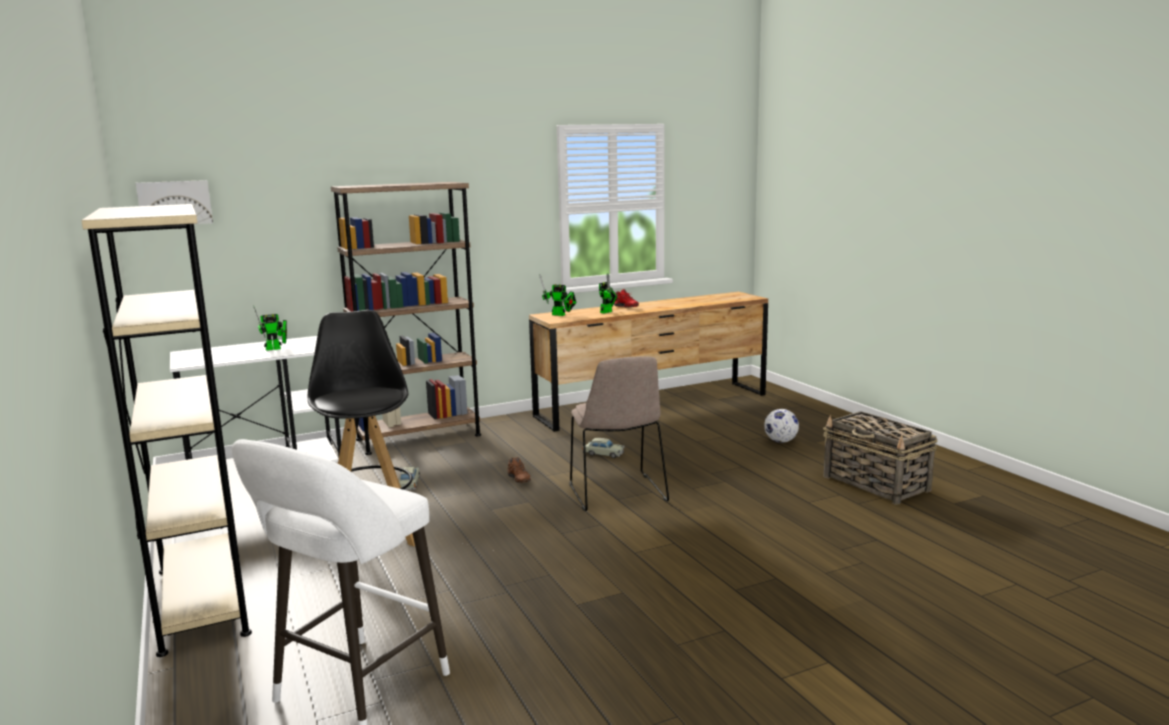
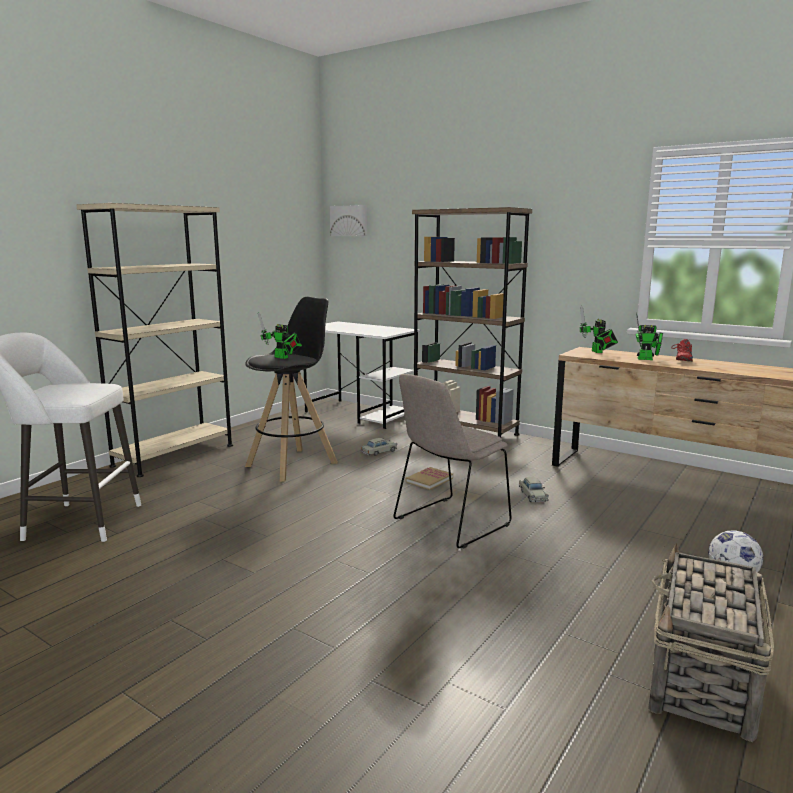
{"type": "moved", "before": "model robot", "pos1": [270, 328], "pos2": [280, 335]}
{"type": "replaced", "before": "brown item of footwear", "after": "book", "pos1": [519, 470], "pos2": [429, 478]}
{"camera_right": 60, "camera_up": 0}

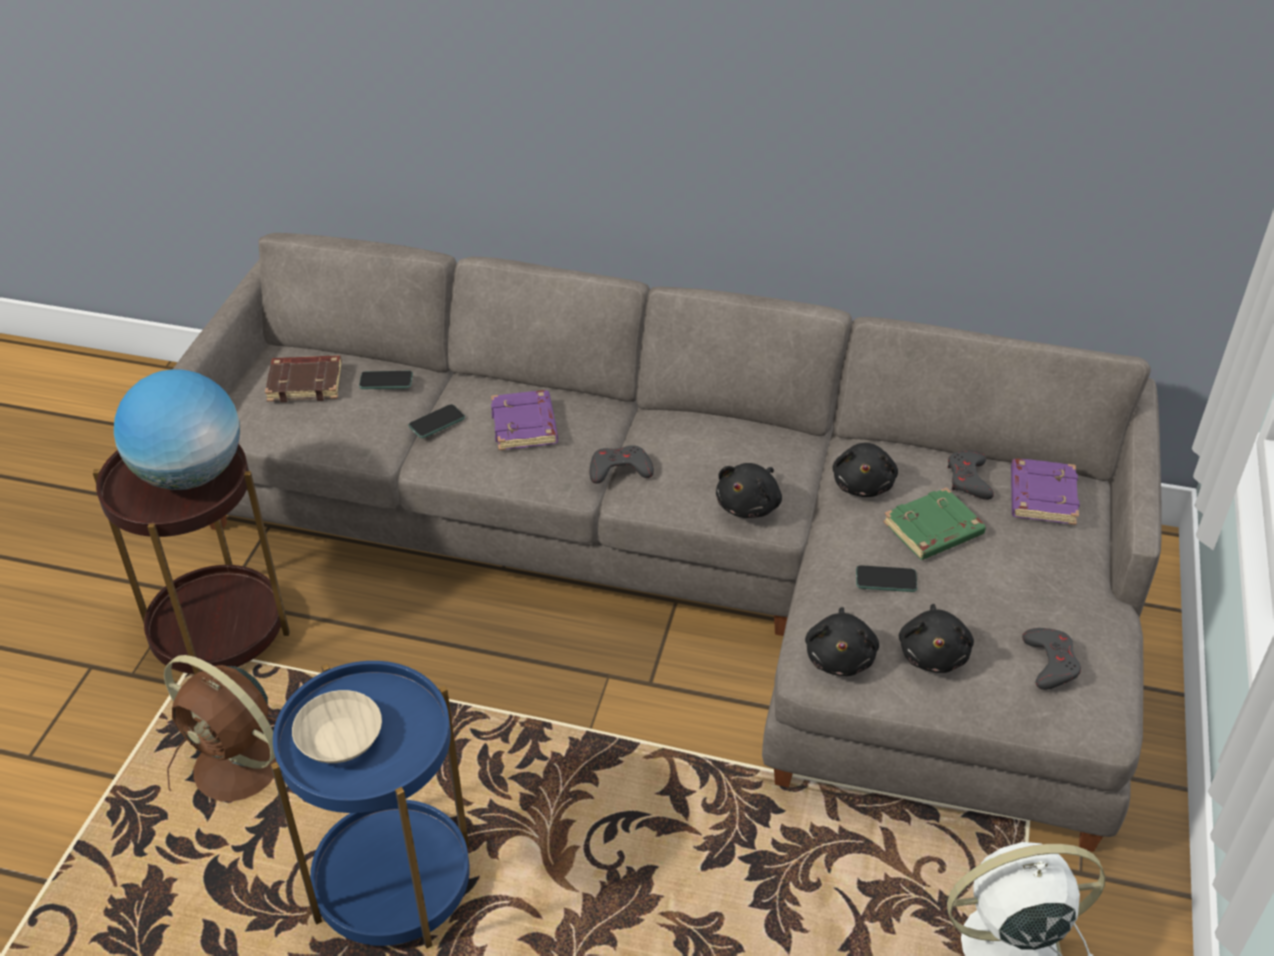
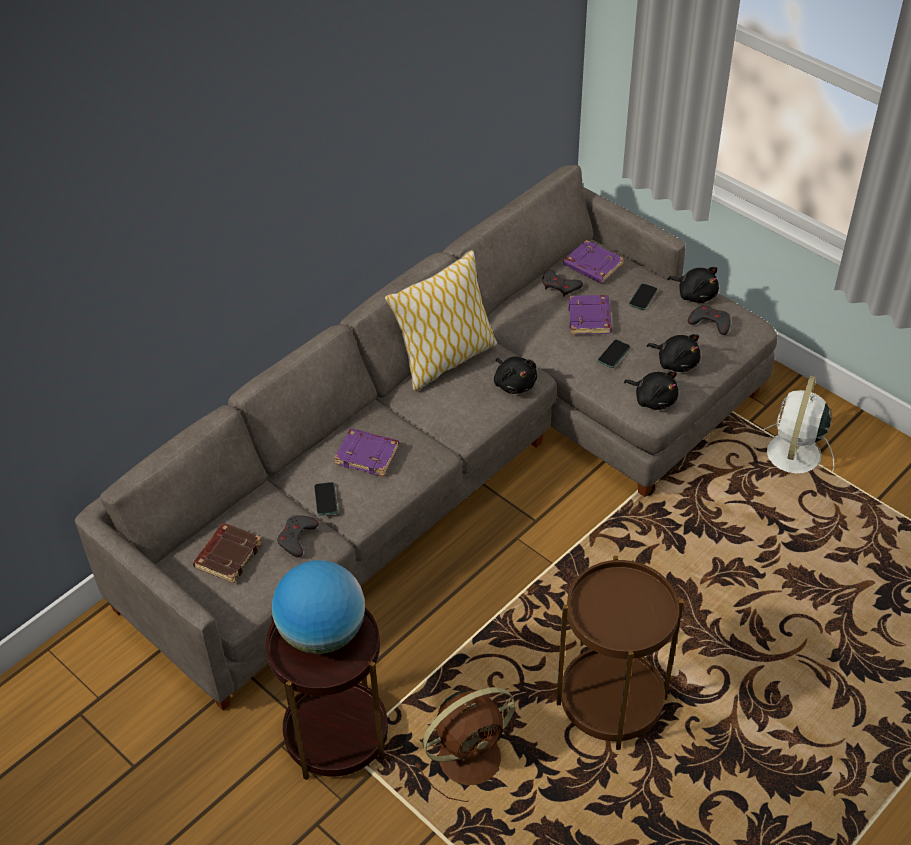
{"type": "recoloured", "before": "blue end table", "after": "brown end table", "pos1": [370, 805], "pos2": [620, 653]}
{"type": "removed", "before": "beige deep dish", "pos1": [337, 726]}
{"type": "moved", "before": "phone", "pos1": [386, 380], "pos2": [643, 296]}
{"type": "moved", "before": "gray joypad", "pos1": [622, 464], "pos2": [298, 536]}
{"type": "moved", "before": "black soft toy", "pos1": [865, 470], "pos2": [693, 285]}
{"type": "recoloured", "before": "greenish book", "after": "purple book", "pos1": [934, 523], "pos2": [590, 314]}
{"type": "added", "after": "cushion", "pos2": [441, 320]}
{"camera_right": -60, "camera_up": 5}

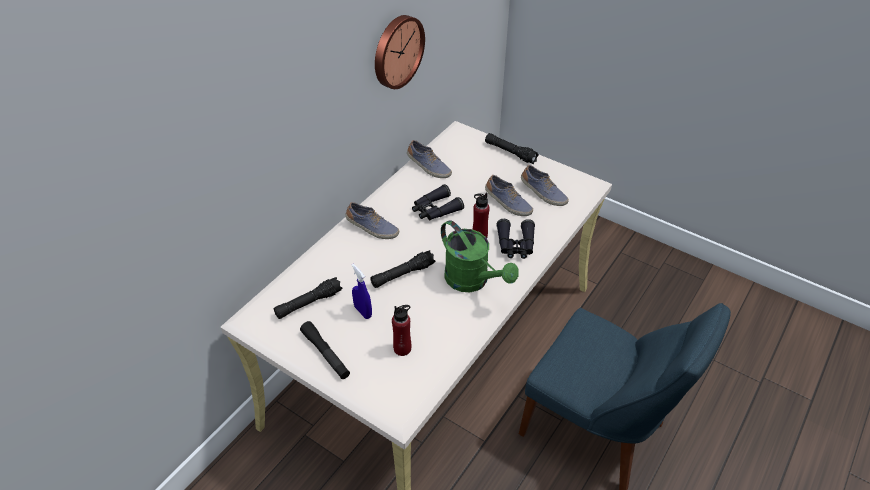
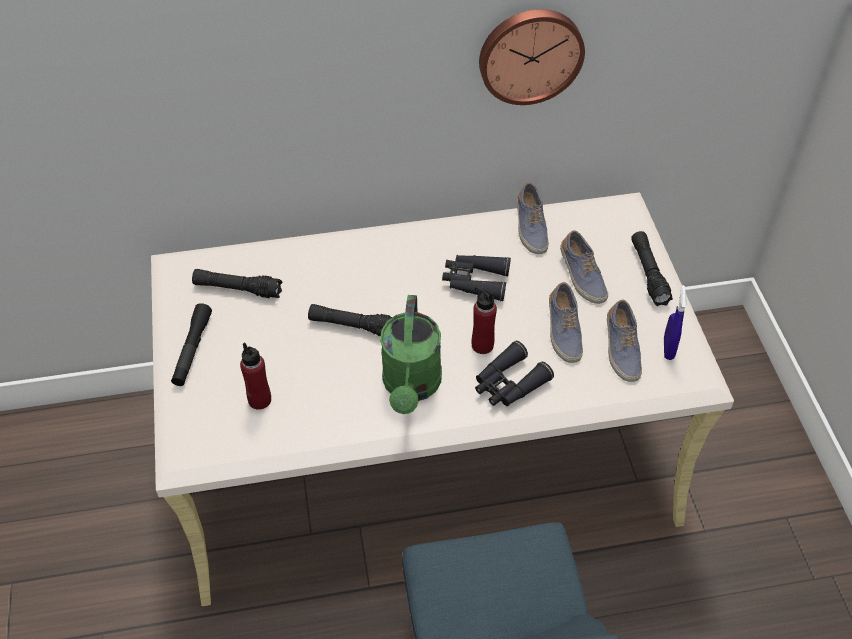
{"type": "moved", "before": "item of footwear", "pos1": [372, 220], "pos2": [584, 267]}
{"type": "moved", "before": "blue sprayer", "pos1": [362, 291], "pos2": [675, 322]}
{"camera_right": 45, "camera_up": 5}

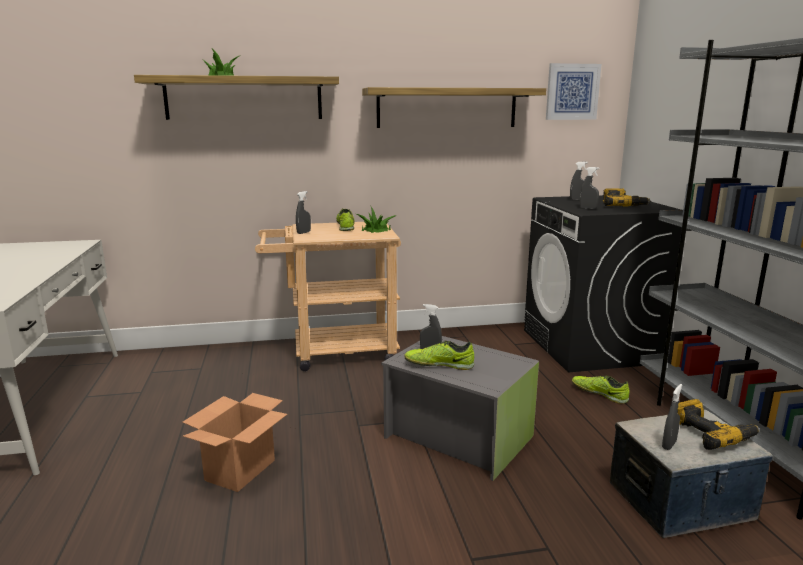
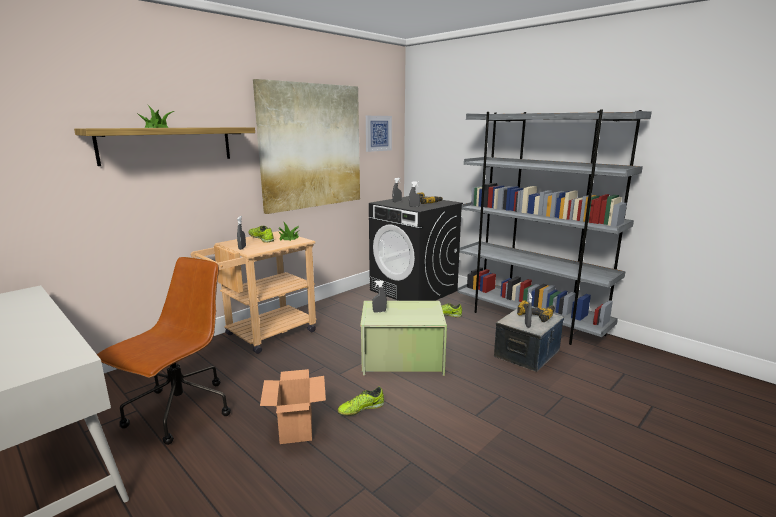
{"type": "replaced", "before": "bracket shelf", "after": "wall art", "pos1": [454, 107], "pos2": [306, 146]}
{"type": "recoloured", "before": "gray storage box", "after": "greenish storage box", "pos1": [460, 408], "pos2": [403, 338]}
{"type": "moved", "before": "item of footwear", "pos1": [439, 355], "pos2": [360, 401]}
{"type": "added", "after": "brown desk chair", "pos2": [164, 351]}
{"camera_right": -35, "camera_up": 0}

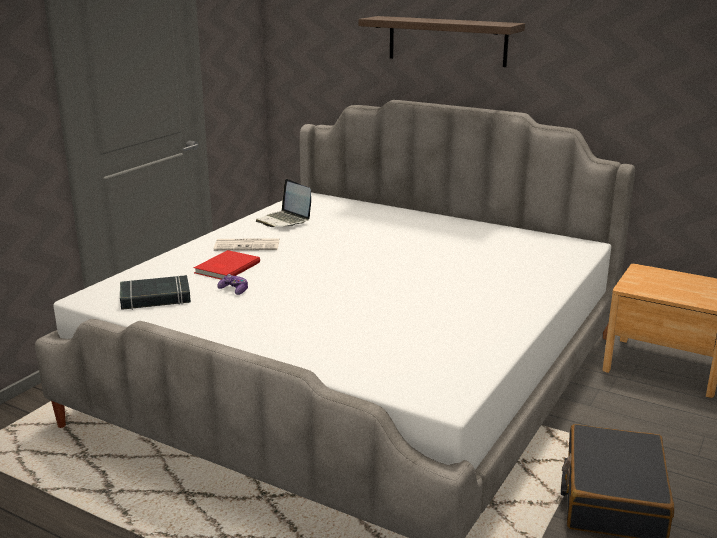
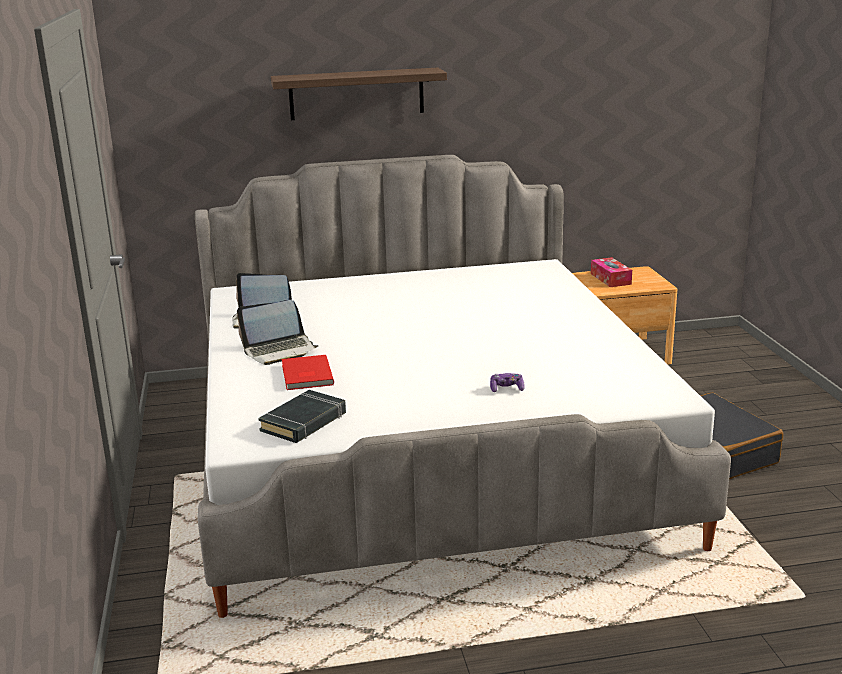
{"type": "replaced", "before": "daily paper", "after": "laptop", "pos1": [247, 244], "pos2": [278, 332]}
{"type": "moved", "before": "joypad", "pos1": [232, 284], "pos2": [507, 382]}
{"type": "added", "after": "box of tissues", "pos2": [611, 272]}
{"camera_right": -40, "camera_up": 0}

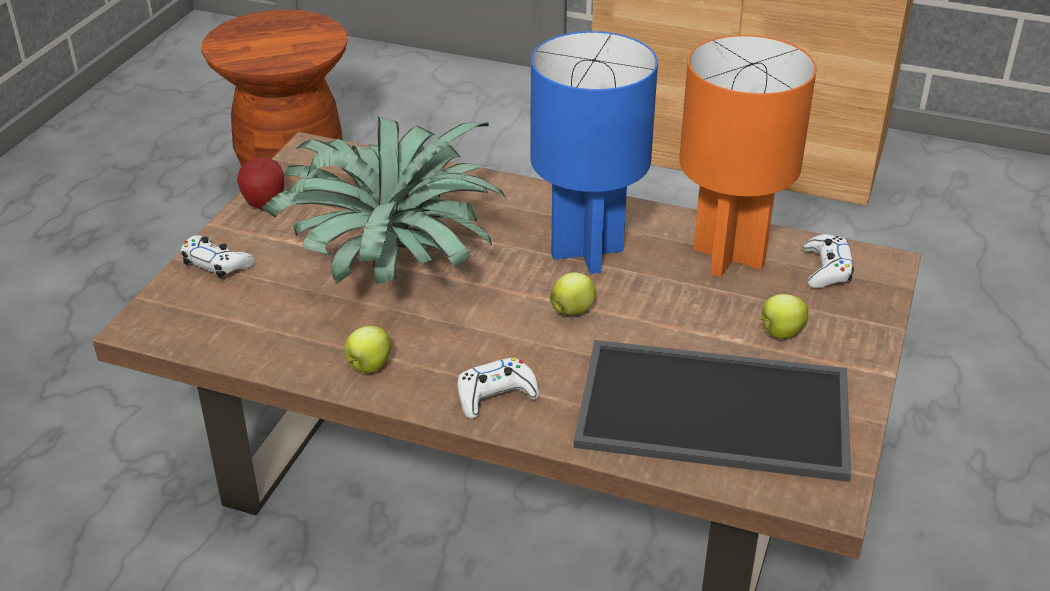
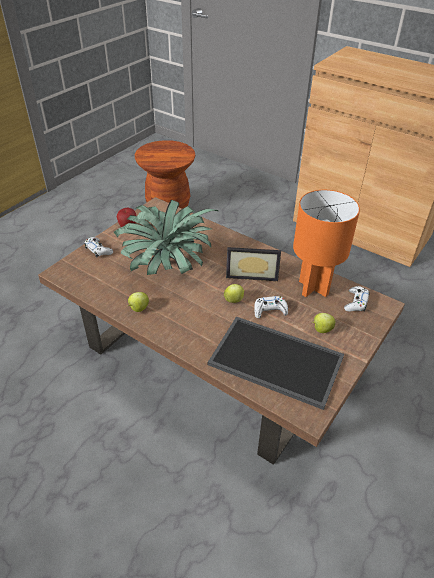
{"type": "moved", "before": "white-coloured joypad", "pos1": [498, 388], "pos2": [271, 307]}
{"type": "replaced", "before": "blue lamp for a table", "after": "standing frame", "pos1": [594, 152], "pos2": [253, 264]}
{"camera_right": 15, "camera_up": 5}

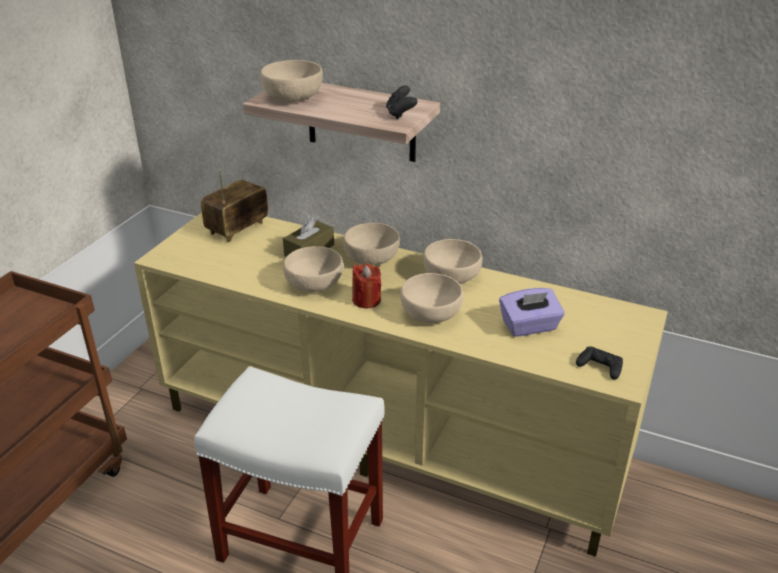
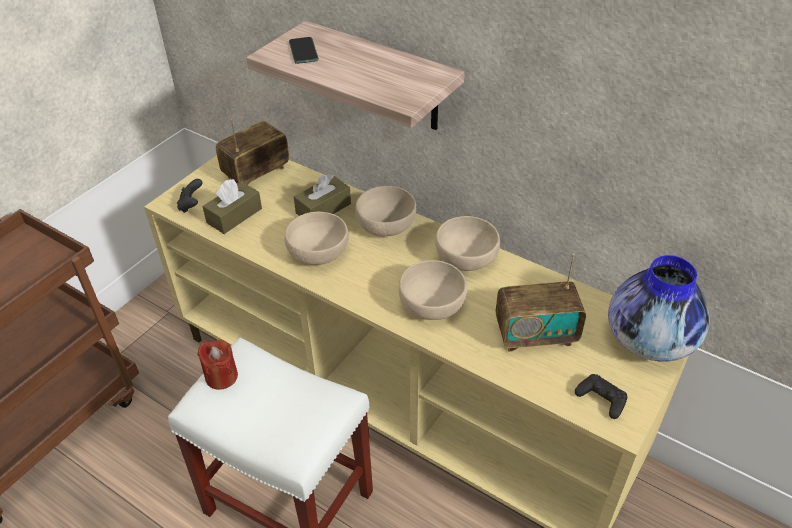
{"type": "replaced", "before": "beige deep dish", "after": "phone", "pos1": [291, 81], "pos2": [304, 50]}
{"type": "moved", "before": "reddish wax light", "pos1": [366, 285], "pos2": [218, 365]}
{"type": "moved", "before": "black joypad", "pos1": [402, 102], "pos2": [190, 196]}
{"type": "replaced", "before": "purple box of tissues", "after": "radio receiver", "pos1": [532, 312], "pos2": [541, 302]}
{"type": "added", "after": "brown box of tissues", "pos2": [232, 206]}
{"type": "added", "after": "flower vase", "pos2": [659, 308]}
{"camera_right": 10, "camera_up": 10}

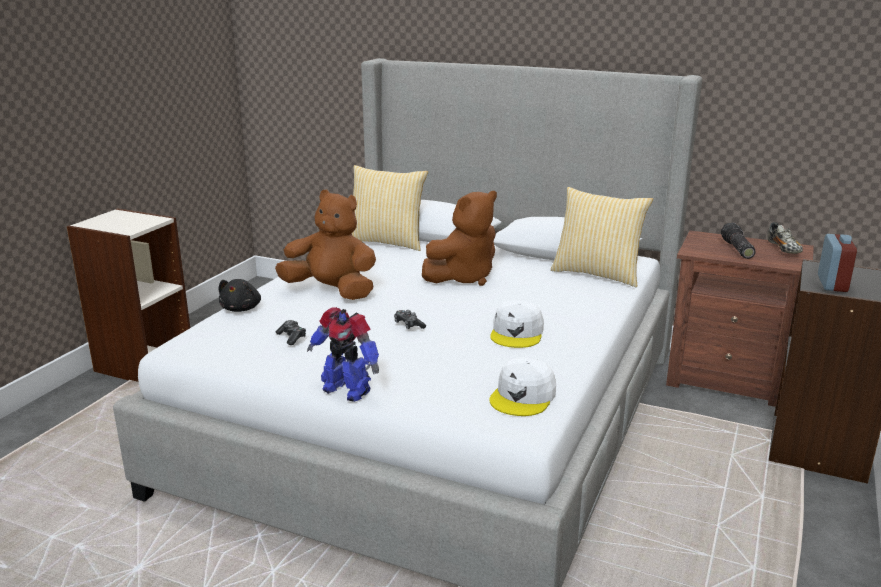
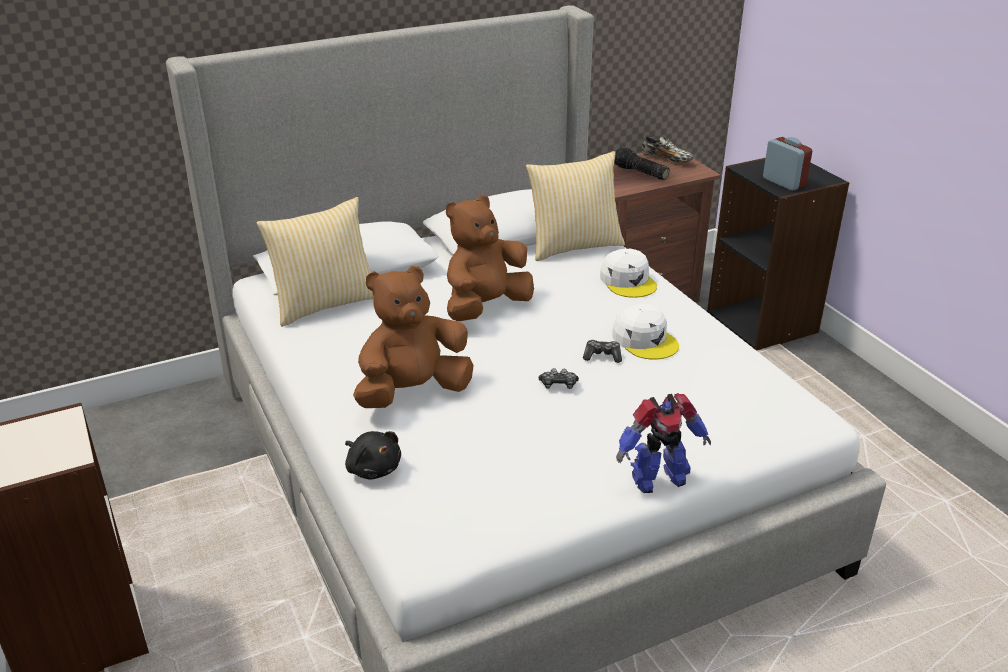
{"type": "moved", "before": "joypad", "pos1": [291, 332], "pos2": [602, 351]}
{"type": "turned", "before": "brown soft toy", "pos1": [459, 238], "pos2": [490, 258], "turn": -135}
{"type": "moved", "before": "white-coloured peaked cap", "pos1": [522, 386], "pos2": [628, 273]}
{"camera_right": -50, "camera_up": 10}

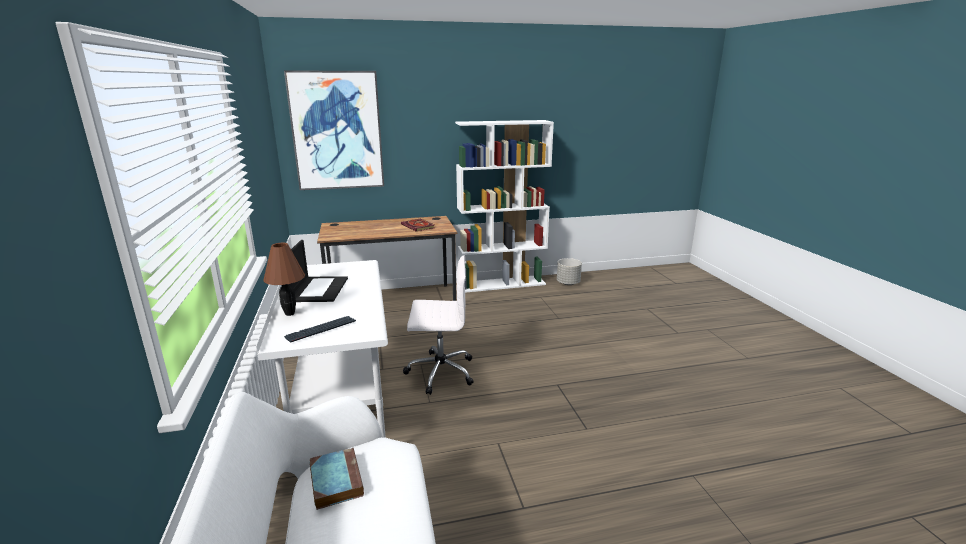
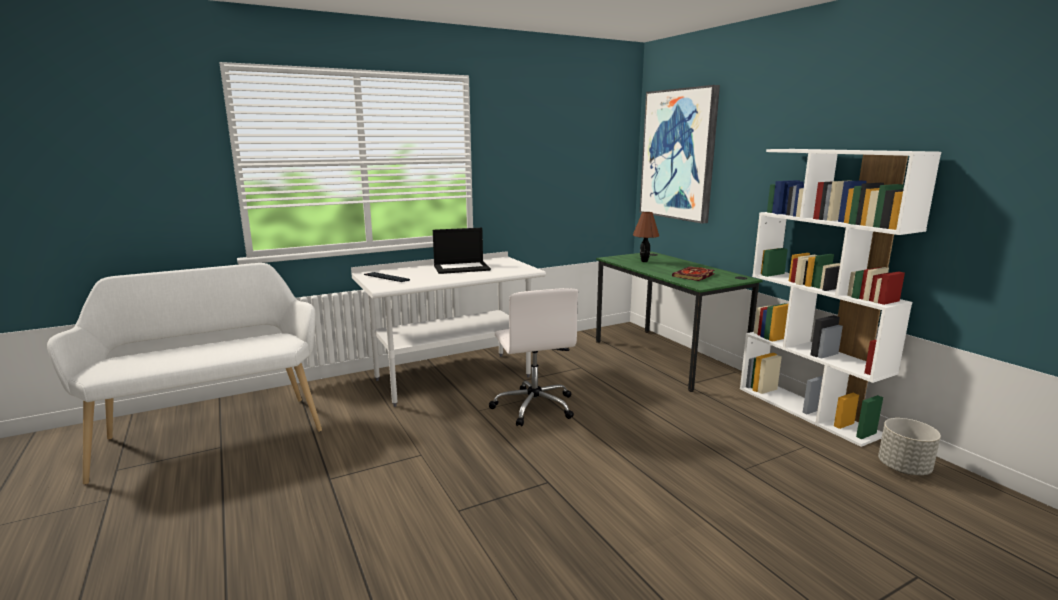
{"type": "moved", "before": "brown lamp for a table", "pos1": [284, 279], "pos2": [646, 237]}
{"type": "removed", "before": "book", "pos1": [337, 479]}
{"type": "recoloured", "before": "brown desk", "after": "greenish desk", "pos1": [387, 258], "pos2": [679, 322]}
{"camera_right": 75, "camera_up": -5}

